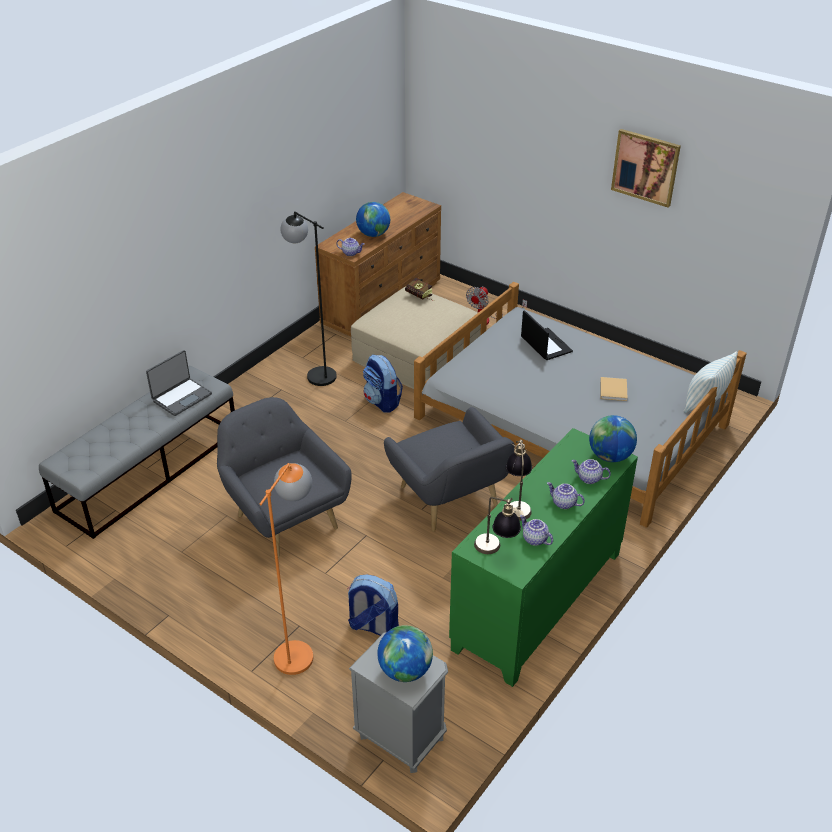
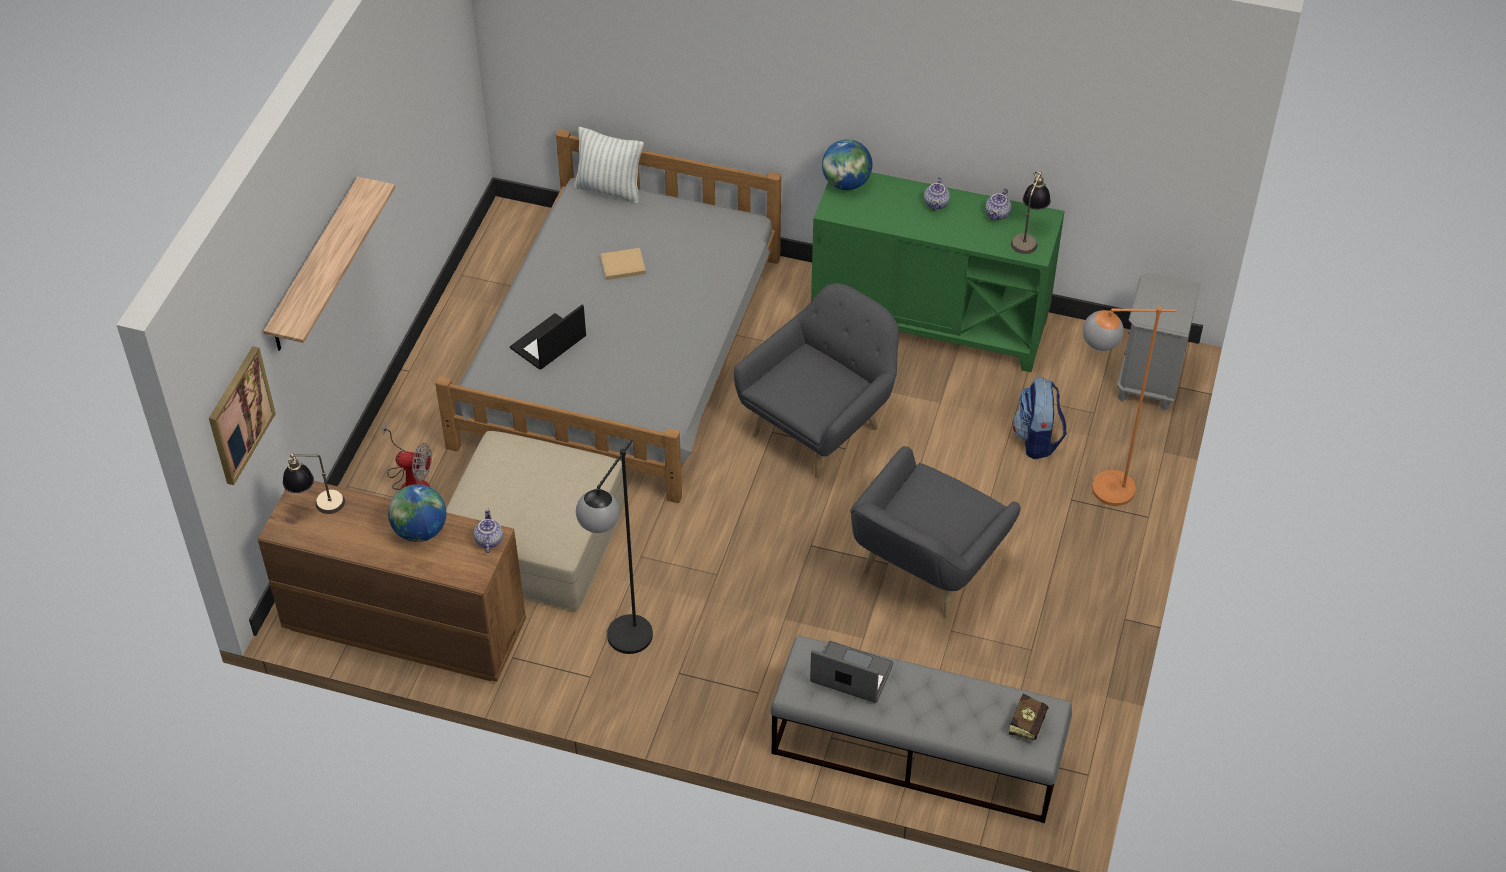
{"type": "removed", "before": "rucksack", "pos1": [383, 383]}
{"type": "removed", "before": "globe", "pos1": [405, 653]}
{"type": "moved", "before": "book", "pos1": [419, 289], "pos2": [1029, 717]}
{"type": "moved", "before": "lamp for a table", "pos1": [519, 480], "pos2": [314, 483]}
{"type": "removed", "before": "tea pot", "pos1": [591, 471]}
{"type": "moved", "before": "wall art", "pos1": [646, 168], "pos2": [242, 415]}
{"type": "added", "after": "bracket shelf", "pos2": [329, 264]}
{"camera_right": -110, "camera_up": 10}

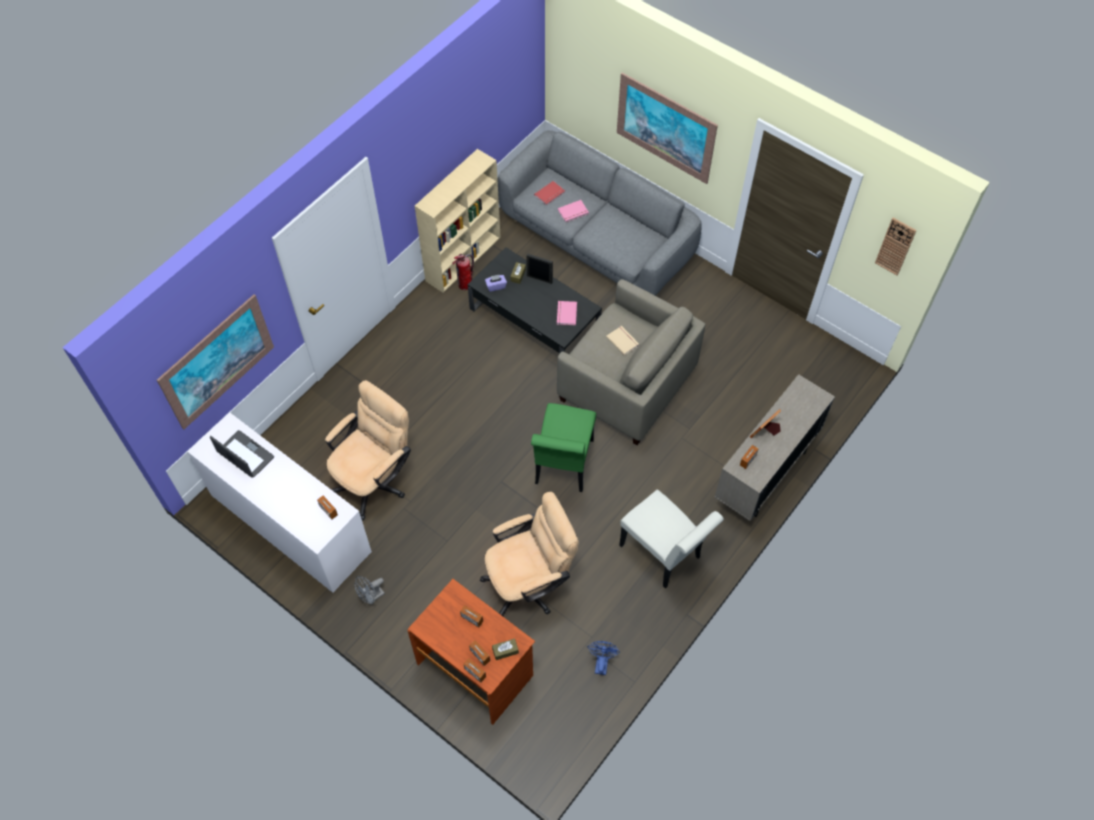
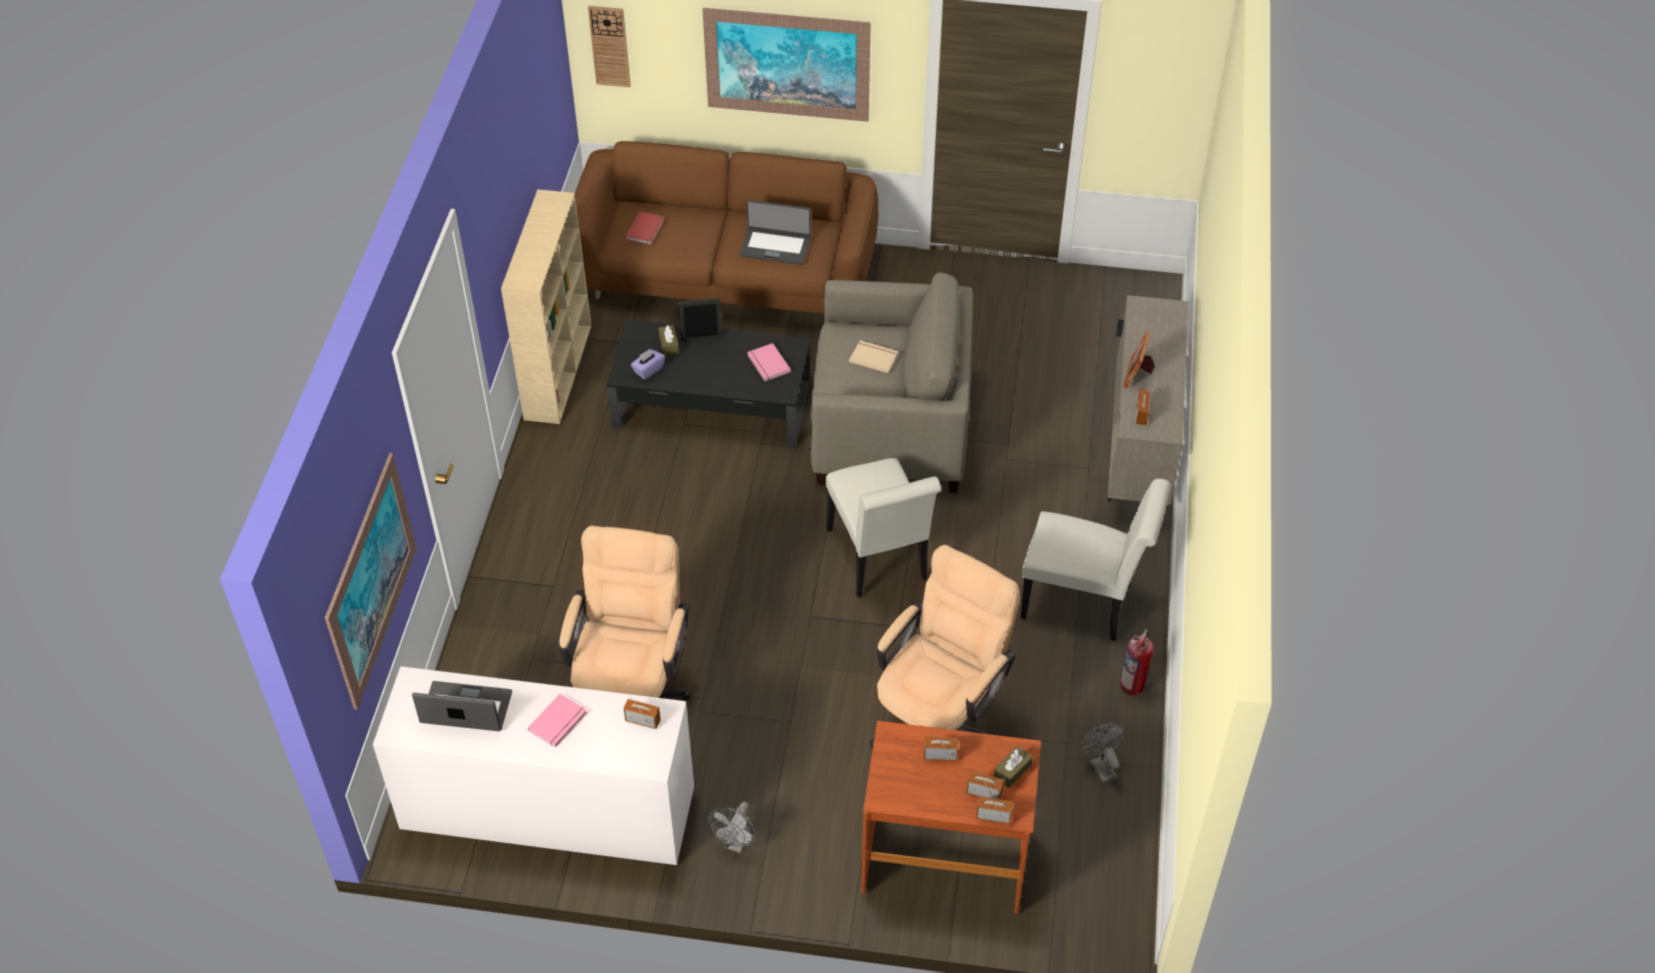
{"type": "moved", "before": "fire extinguisher", "pos1": [463, 272], "pos2": [1137, 662]}
{"type": "recoloured", "before": "gray couch", "after": "brown couch", "pos1": [600, 213], "pos2": [726, 227]}
{"type": "recoloured", "before": "greenish upright chair", "after": "white-coloured upright chair", "pos1": [563, 447], "pos2": [883, 528]}
{"type": "moved", "before": "pink-coloured book", "pos1": [573, 211], "pos2": [557, 721]}
{"type": "recoloured", "before": "blue electric fan", "after": "gray electric fan", "pos1": [603, 658], "pos2": [1103, 754]}
{"type": "moved", "before": "wall clock", "pos1": [896, 246], "pos2": [609, 46]}
{"type": "added", "after": "laptop", "pos2": [775, 232]}
{"camera_right": -30, "camera_up": -10}

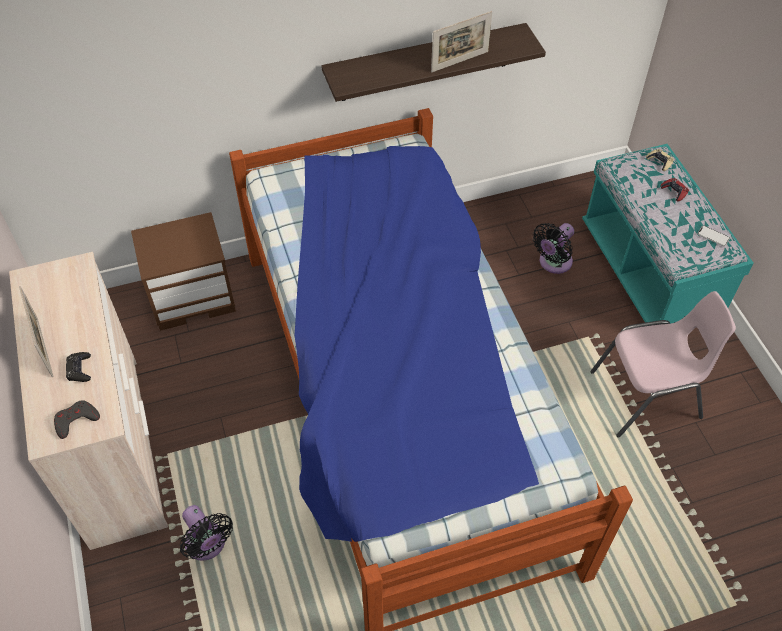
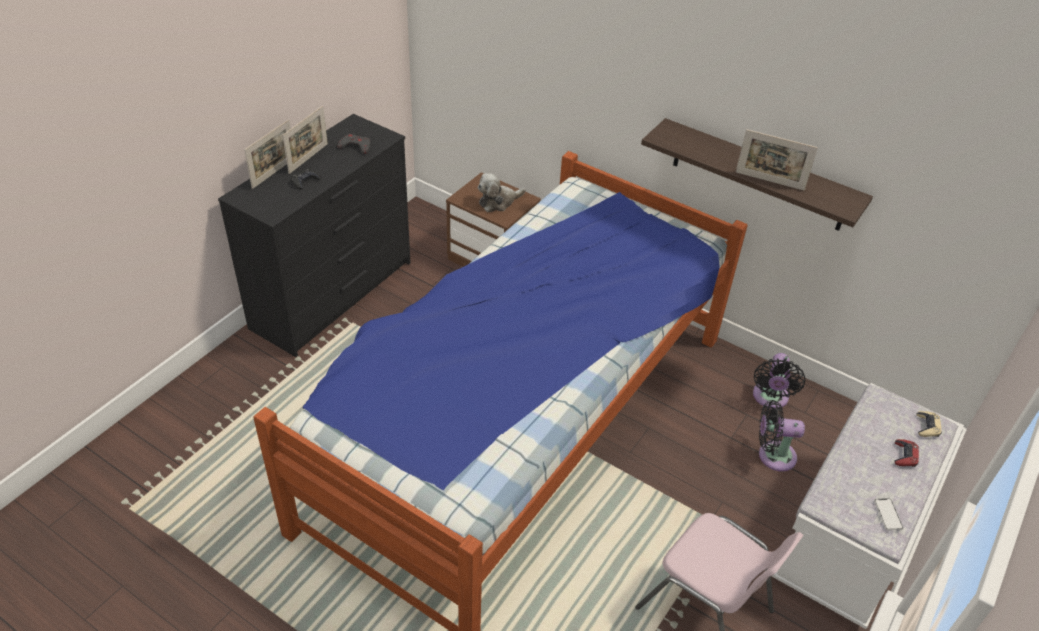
{"type": "recoloured", "before": "beige drawer chest", "after": "black drawer chest", "pos1": [88, 401], "pos2": [314, 235]}
{"type": "moved", "before": "gray joypad", "pos1": [77, 419], "pos2": [354, 144]}
{"type": "moved", "before": "black electric fan", "pos1": [206, 533], "pos2": [779, 381]}
{"type": "recoloured", "before": "blue-green indoor bench", "after": "white-coloured indoor bench", "pos1": [668, 234], "pos2": [868, 506]}
{"type": "added", "after": "standing frame", "pos2": [267, 154]}
{"type": "added", "after": "soft toy", "pos2": [502, 192]}
{"camera_right": 50, "camera_up": -10}

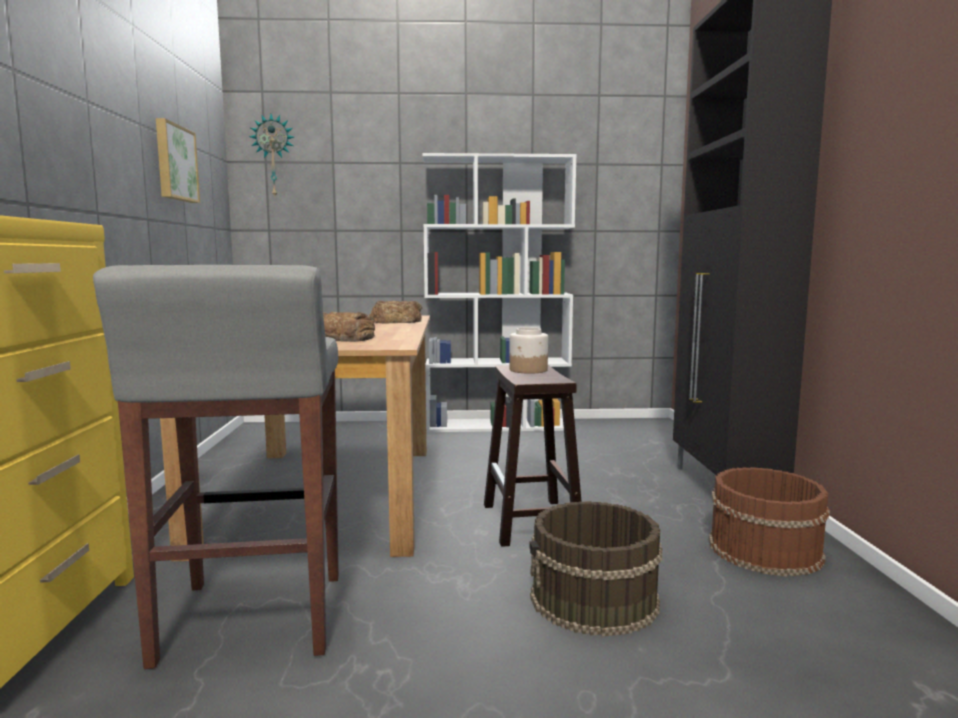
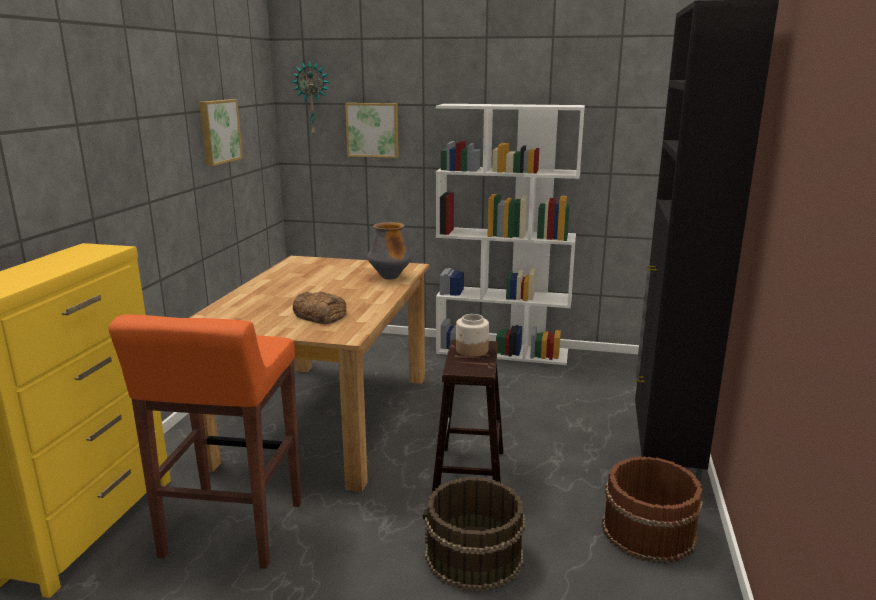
{"type": "recoloured", "before": "gray stool", "after": "orange stool", "pos1": [216, 467], "pos2": [204, 441]}
{"type": "replaced", "before": "bread", "after": "flower vase", "pos1": [396, 312], "pos2": [389, 251]}
{"type": "added", "after": "wall art", "pos2": [372, 130]}
{"camera_right": 15, "camera_up": 10}

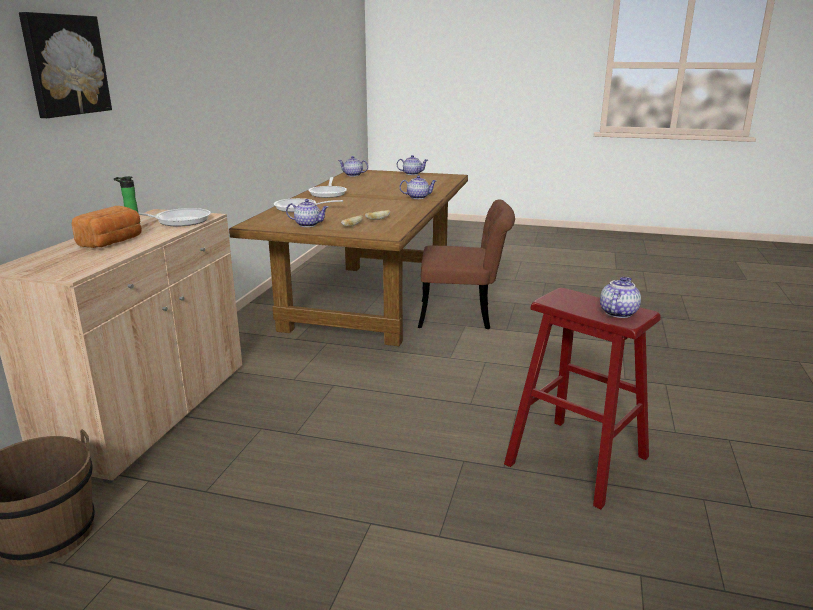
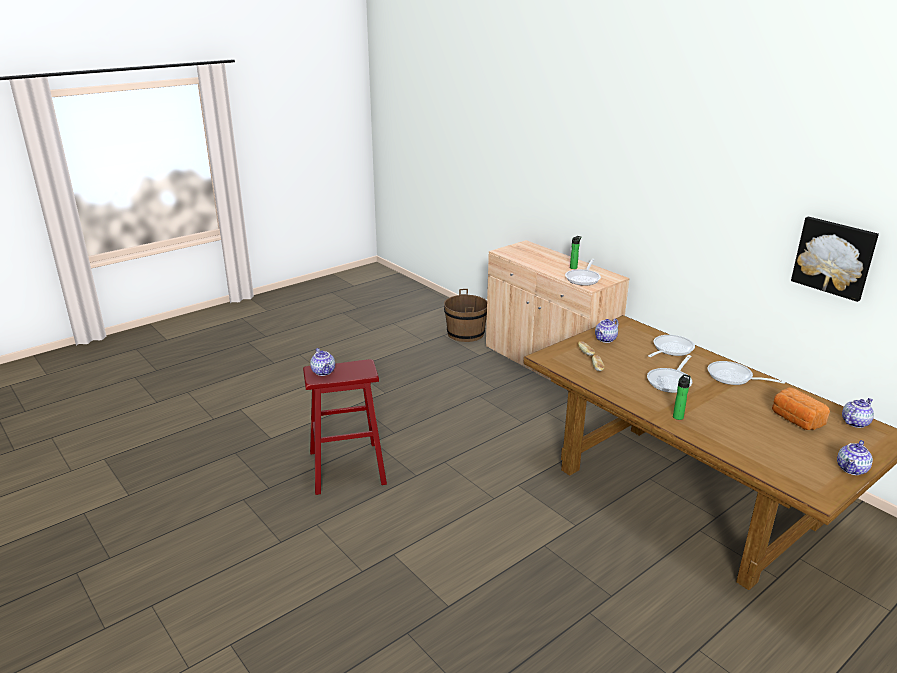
{"type": "moved", "before": "wall art", "pos1": [65, 65], "pos2": [835, 259]}
{"type": "moved", "before": "bread", "pos1": [107, 227], "pos2": [801, 408]}
{"type": "replaced", "before": "tea pot", "after": "beverage bottle", "pos1": [418, 187], "pos2": [681, 397]}
{"type": "removed", "before": "brown upright chair", "pos1": [466, 264]}
{"type": "added", "after": "frying pan", "pos2": [669, 374]}
{"camera_right": 125, "camera_up": 5}

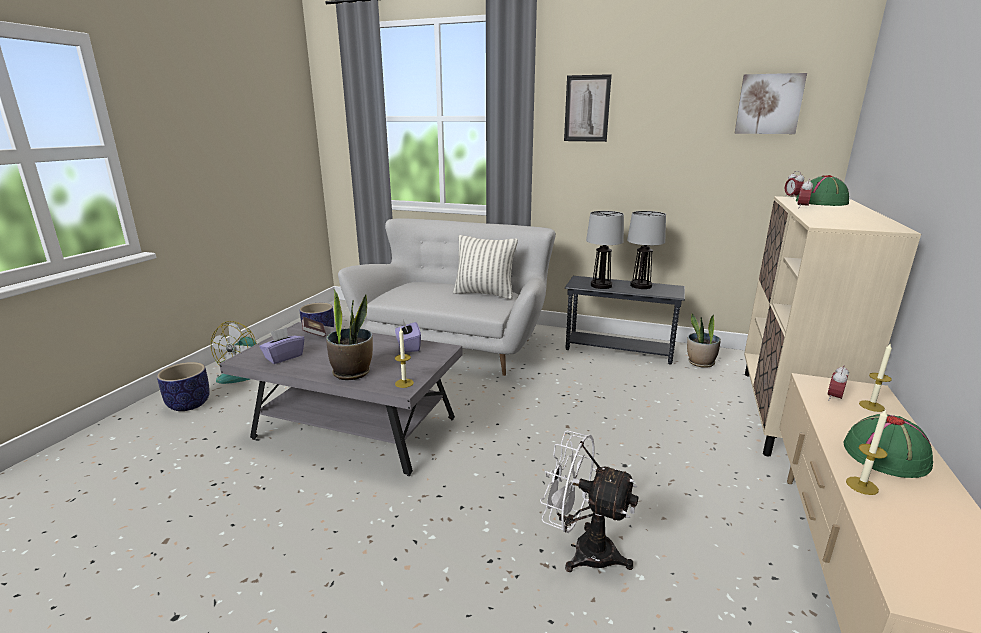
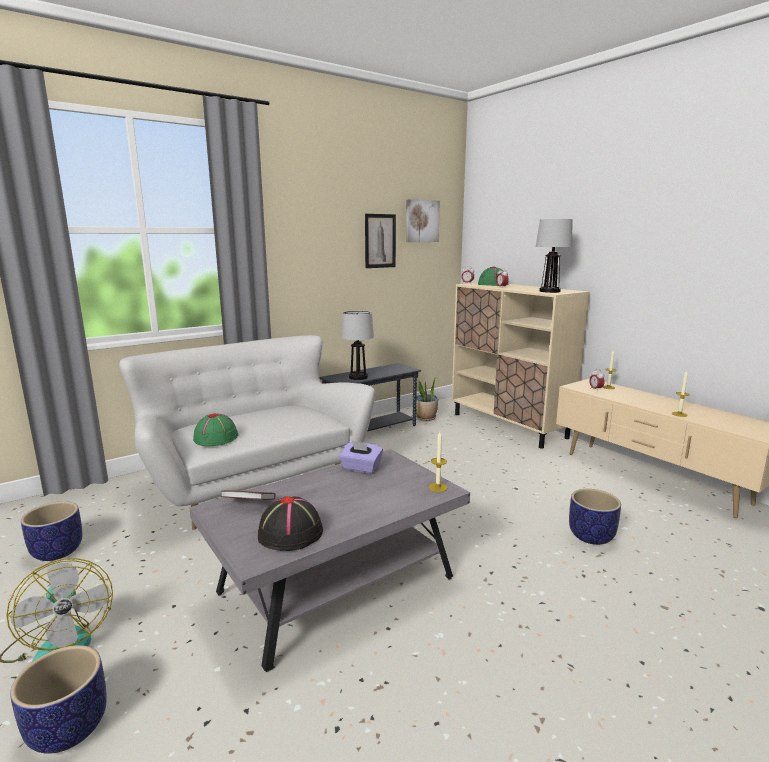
{"type": "replaced", "before": "purple box of tissues", "after": "black wearable hat", "pos1": [281, 345], "pos2": [290, 523]}
{"type": "removed", "before": "plant in a pot", "pos1": [349, 335]}
{"type": "removed", "before": "cushion", "pos1": [485, 267]}
{"type": "replaced", "before": "white-coloured electric fan", "after": "planter", "pos1": [589, 501], "pos2": [595, 517]}
{"type": "moved", "before": "wall art", "pos1": [588, 108], "pos2": [380, 241]}
{"type": "moved", "before": "lamp for a table", "pos1": [646, 250], "pos2": [554, 256]}
{"type": "moved", "before": "greenish wearable hat", "pos1": [888, 446], "pos2": [215, 429]}
{"camera_right": -55, "camera_up": -5}

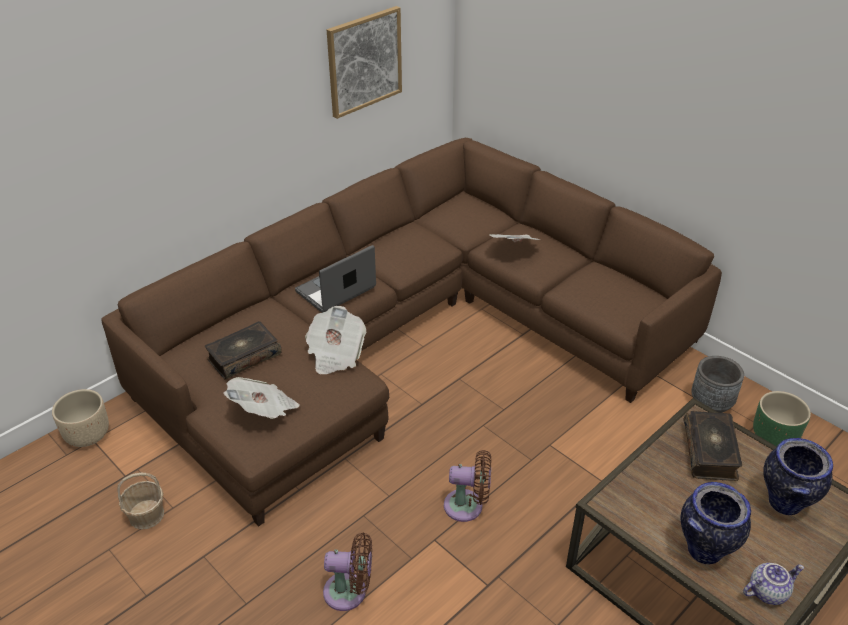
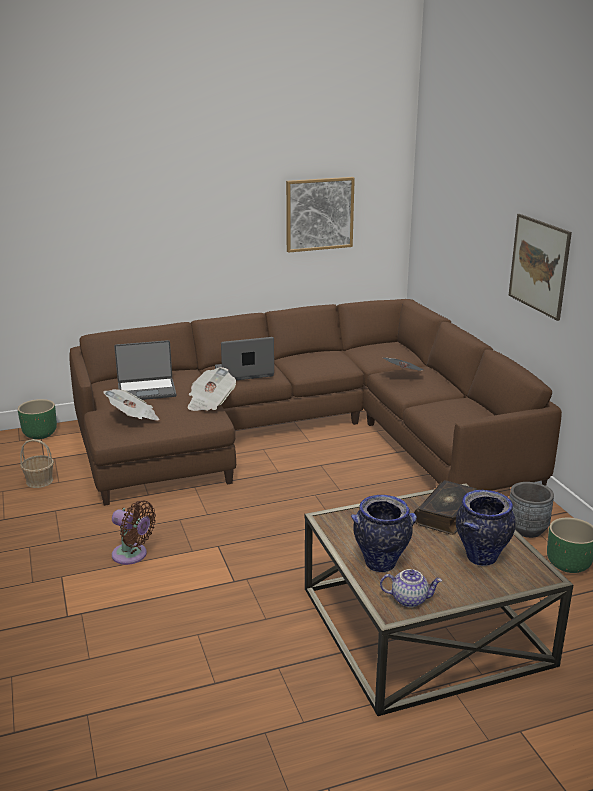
{"type": "recoloured", "before": "beige planter", "after": "greenish planter", "pos1": [80, 418], "pos2": [37, 419]}
{"type": "replaced", "before": "book", "after": "laptop", "pos1": [243, 350], "pos2": [145, 370]}
{"type": "removed", "before": "brown electric fan", "pos1": [467, 486]}
{"type": "added", "after": "wall art", "pos2": [540, 267]}
{"camera_right": 25, "camera_up": -15}

